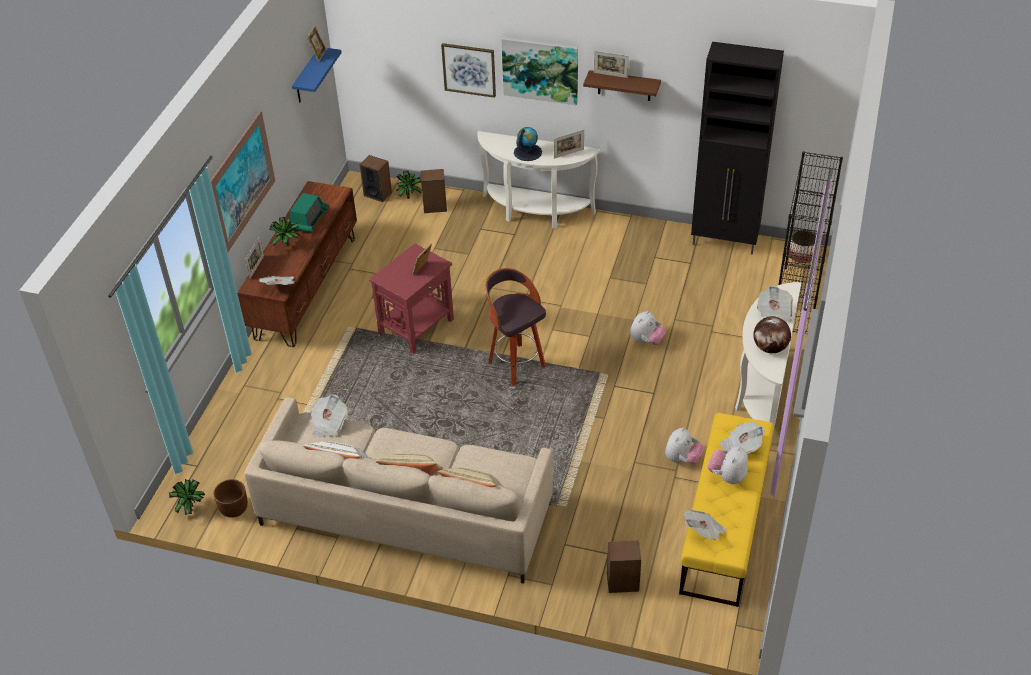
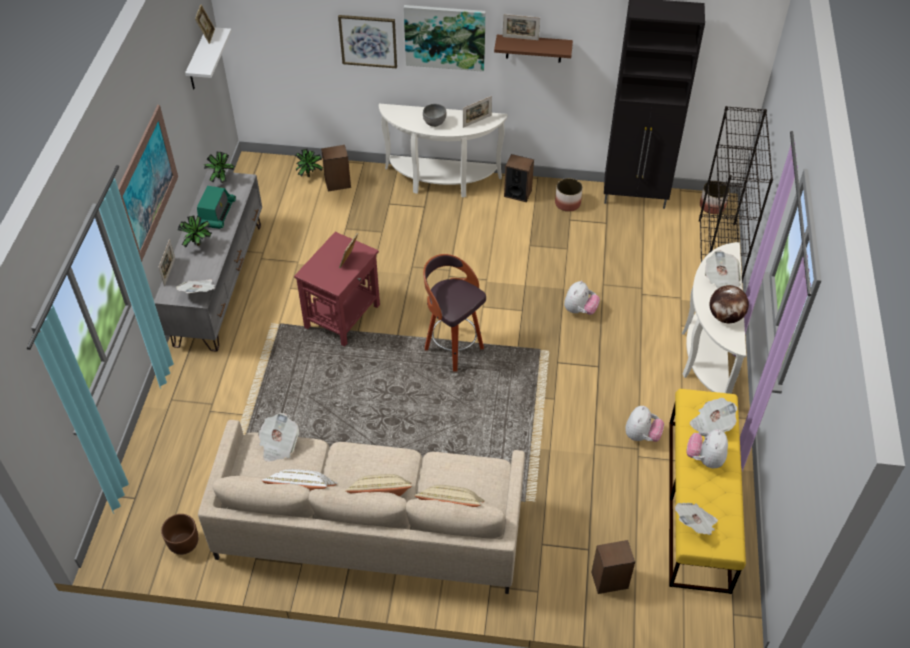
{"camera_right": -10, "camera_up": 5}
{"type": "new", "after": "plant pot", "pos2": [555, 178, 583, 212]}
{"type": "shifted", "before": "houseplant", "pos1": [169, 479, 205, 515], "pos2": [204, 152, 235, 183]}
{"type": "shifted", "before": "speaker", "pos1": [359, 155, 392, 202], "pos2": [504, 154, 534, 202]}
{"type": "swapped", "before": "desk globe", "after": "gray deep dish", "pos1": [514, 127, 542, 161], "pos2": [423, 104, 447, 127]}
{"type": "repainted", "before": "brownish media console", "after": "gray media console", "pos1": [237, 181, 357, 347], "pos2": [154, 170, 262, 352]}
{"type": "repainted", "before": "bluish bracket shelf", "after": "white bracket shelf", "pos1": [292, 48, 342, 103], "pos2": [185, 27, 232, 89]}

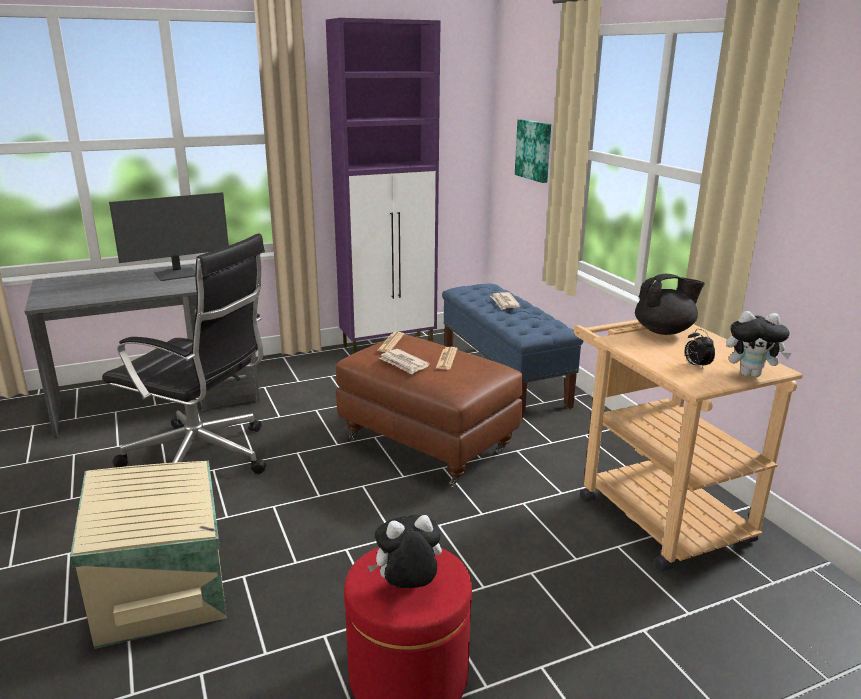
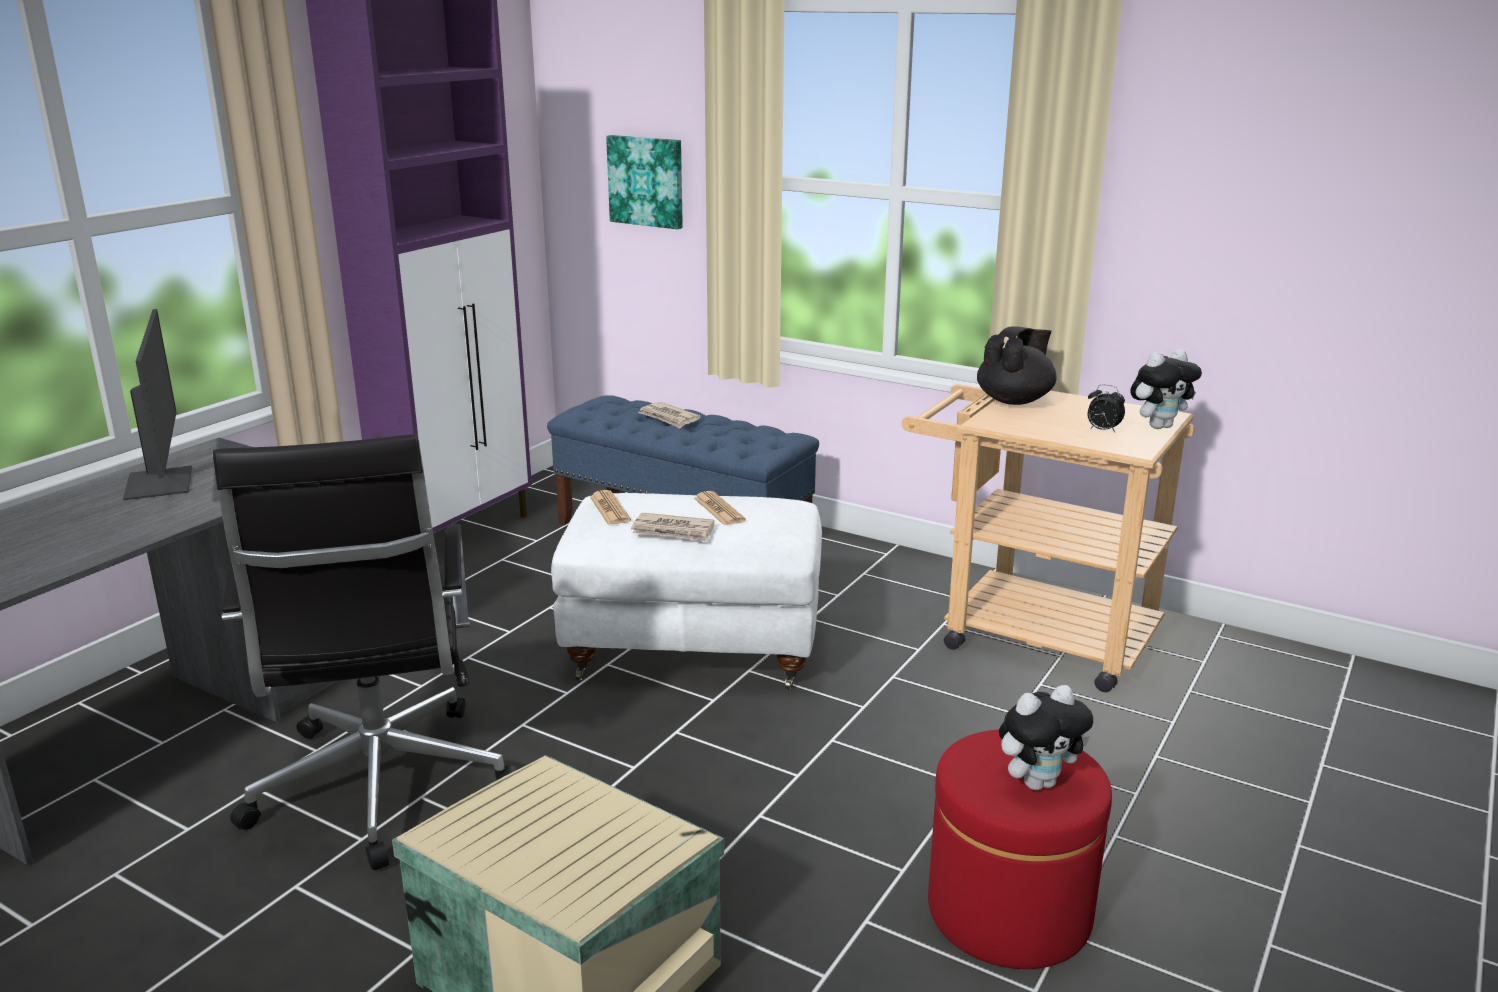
{"camera_right": -35, "camera_up": 0}
{"type": "repainted", "before": "brownish footrest", "after": "white footrest", "pos1": [336, 335, 523, 487], "pos2": [551, 493, 822, 689]}
{"type": "rotated", "before": "blackish desk chair", "pos1": [102, 233, 266, 474], "pos2": [212, 434, 518, 870], "turn": 90}
{"type": "rotated", "before": "monitor", "pos1": [109, 192, 229, 281], "pos2": [123, 309, 192, 500], "turn": -45}
{"type": "rotated", "before": "plush toy", "pos1": [367, 515, 442, 588], "pos2": [999, 685, 1093, 790], "turn": -150}

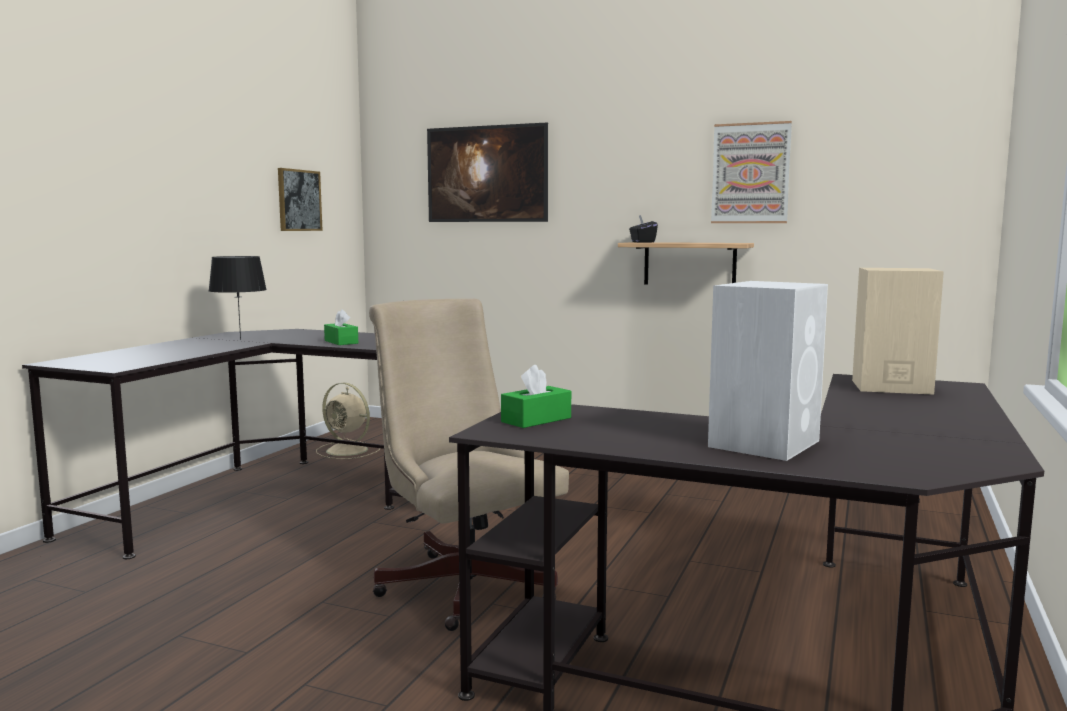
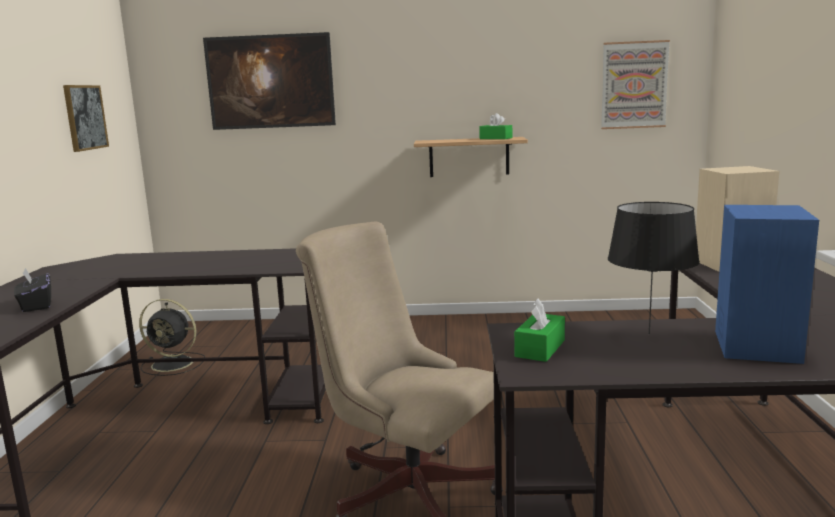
{"camera_right": -20, "camera_up": 5}
{"type": "shifted", "before": "blackish table lamp", "pos1": [208, 256, 267, 340], "pos2": [608, 202, 700, 334]}
{"type": "shifted", "before": "green-coloured tissue box", "pos1": [324, 309, 358, 345], "pos2": [479, 113, 512, 139]}
{"type": "shifted", "before": "blackish tissue box", "pos1": [629, 216, 658, 242], "pos2": [14, 268, 51, 312]}
{"type": "shifted", "before": "wall picture", "pos1": [711, 121, 792, 223], "pos2": [601, 40, 670, 129]}
{"type": "repainted", "before": "beige fan", "after": "blackish fan", "pos1": [316, 382, 380, 459], "pos2": [139, 299, 205, 376]}
{"type": "repainted", "before": "white speaker", "after": "bluish speaker", "pos1": [708, 281, 828, 461], "pos2": [715, 205, 819, 364]}

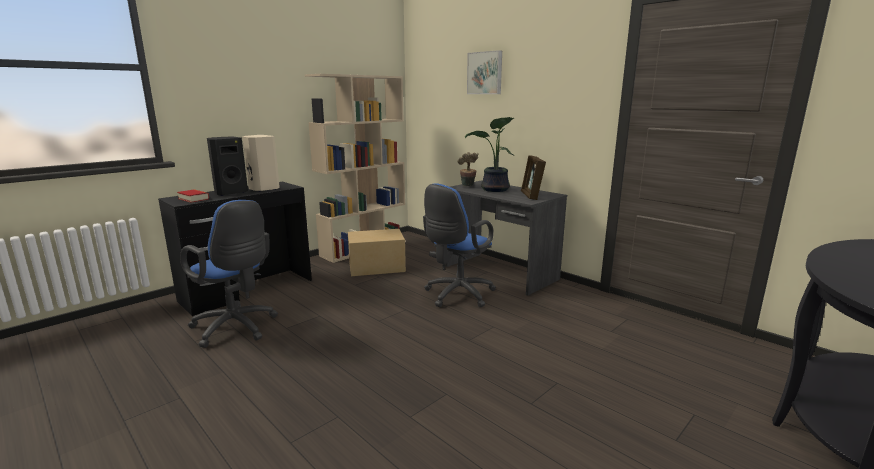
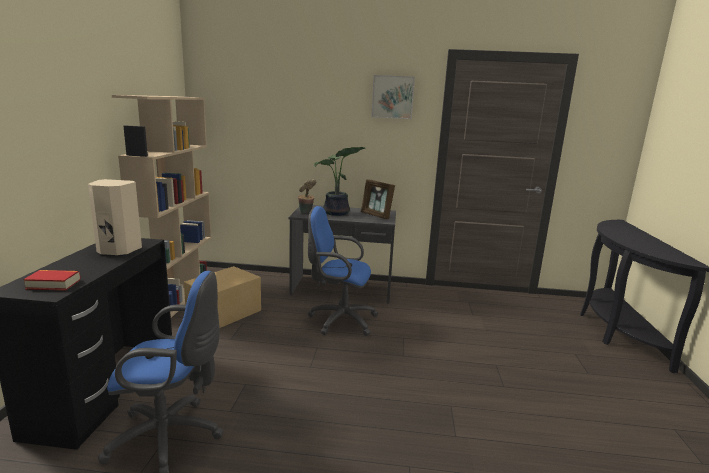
{"camera_right": -40, "camera_up": 0}
{"type": "gone", "before": "blackish speaker", "pos1": [207, 137, 248, 196]}
{"type": "shifted", "before": "wall picture", "pos1": [467, 50, 502, 94], "pos2": [371, 75, 415, 119]}
{"type": "rotated", "before": "bluish desk chair", "pos1": [423, 183, 496, 307], "pos2": [308, 206, 378, 336], "turn": 105}

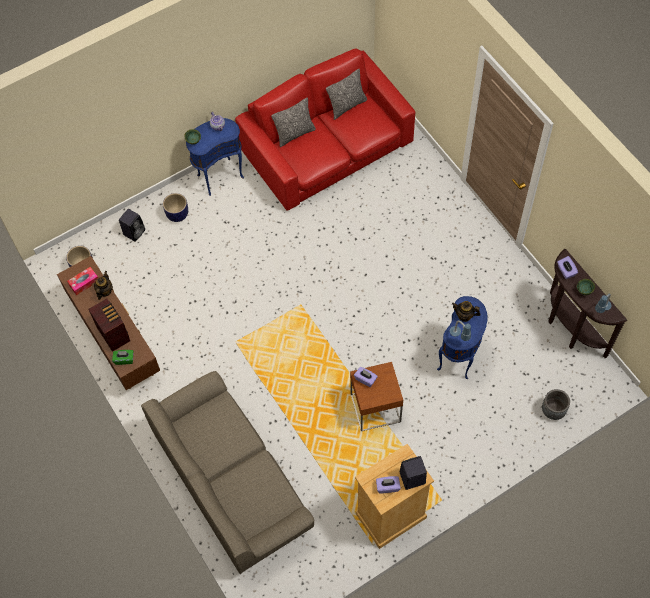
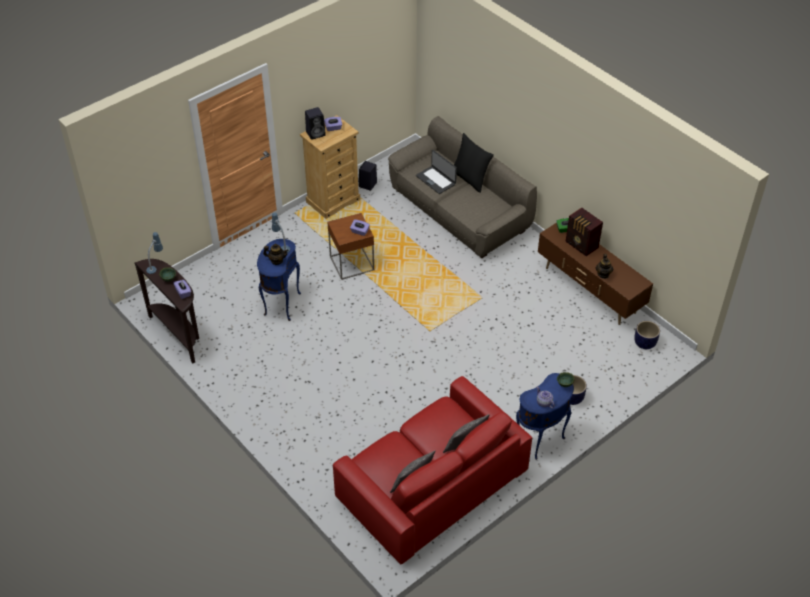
{"camera_right": 170, "camera_up": -15}
{"type": "gone", "before": "tissue box", "pos1": [67, 267, 98, 295]}
{"type": "gone", "before": "gray plant pot", "pos1": [542, 389, 570, 420]}
{"type": "new", "after": "notebook computer", "pos2": [416, 150, 457, 194]}
{"type": "new", "after": "blackish cushion", "pos2": [454, 133, 494, 193]}
{"type": "shifted", "before": "blackish speaker", "pos1": [119, 209, 145, 242], "pos2": [358, 161, 377, 191]}

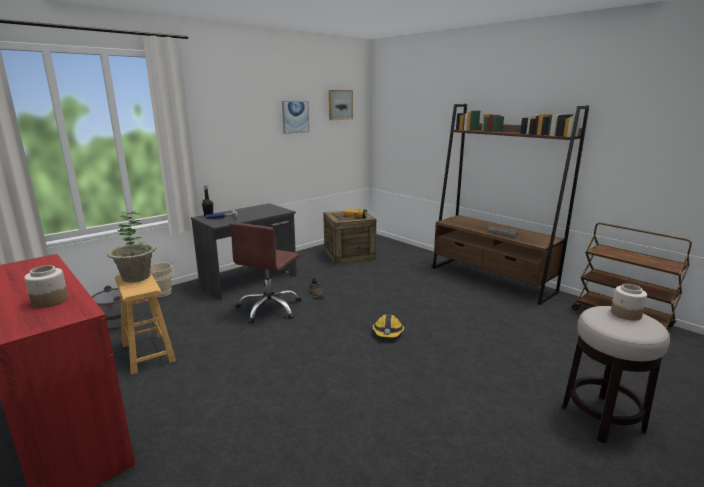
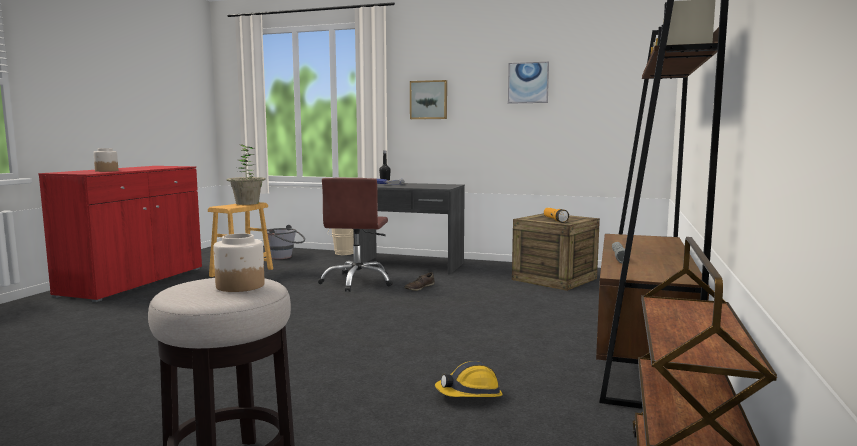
{"camera_right": 60, "camera_up": -10}
{"type": "shifted", "before": "wall picture", "pos1": [329, 90, 353, 120], "pos2": [410, 80, 447, 119]}
{"type": "shifted", "before": "safety helmet", "pos1": [372, 314, 404, 338], "pos2": [435, 361, 503, 397]}
{"type": "rotated", "before": "brownish desk chair", "pos1": [229, 222, 301, 324], "pos2": [318, 178, 393, 292], "turn": -75}

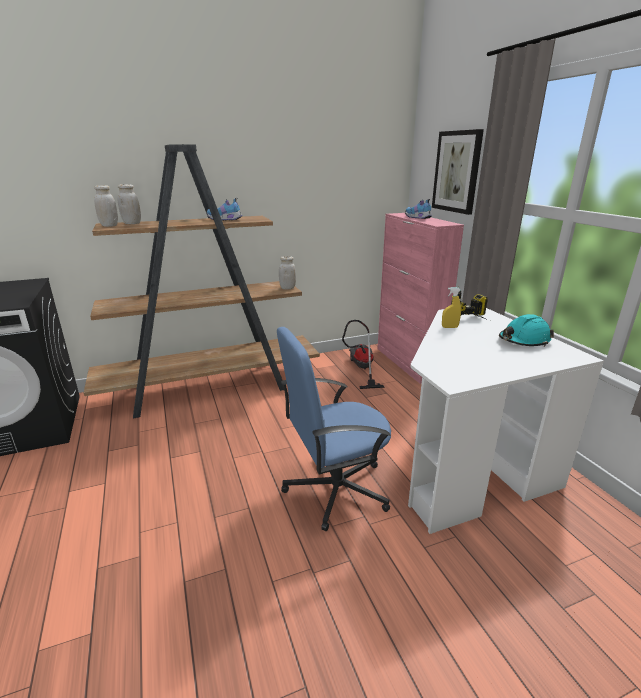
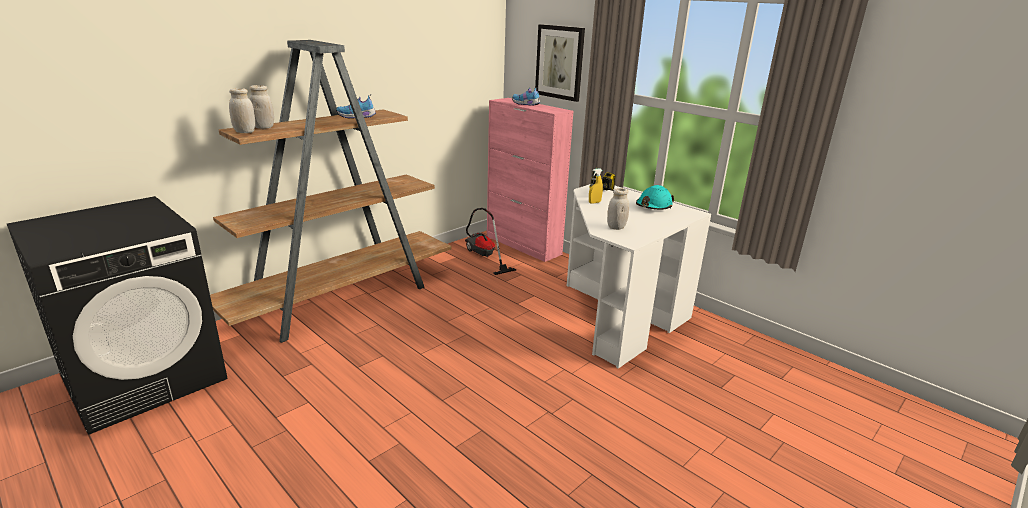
{"camera_right": -25, "camera_up": 0}
{"type": "gone", "before": "bluish desk chair", "pos1": [277, 327, 391, 531]}
{"type": "shifted", "before": "white storage jar", "pos1": [279, 256, 296, 290], "pos2": [607, 188, 629, 230]}

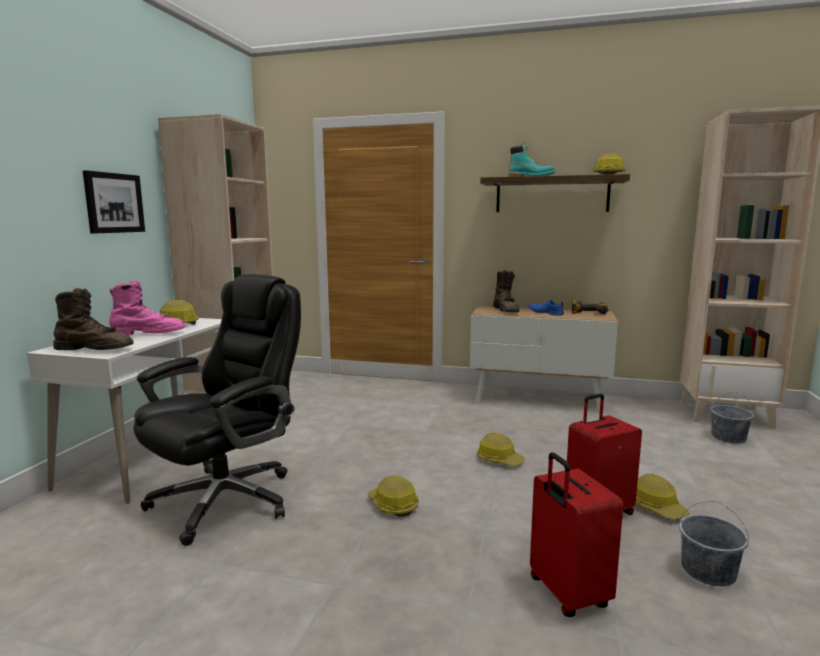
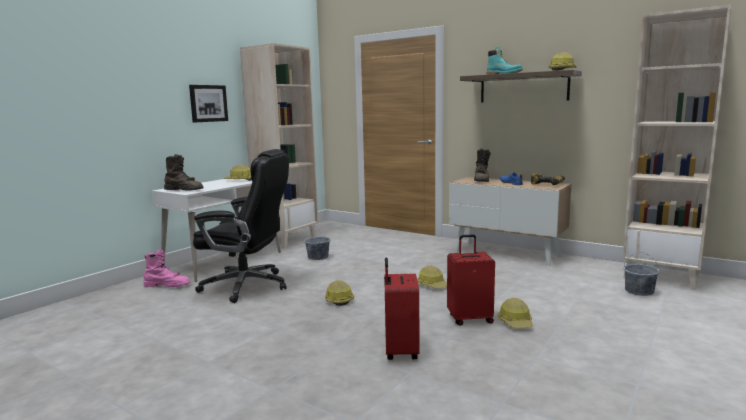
{"camera_right": 20, "camera_up": 0}
{"type": "shifted", "before": "pink-coloured high-top boot", "pos1": [109, 280, 185, 336], "pos2": [144, 250, 191, 287]}
{"type": "shifted", "before": "gray water bucket", "pos1": [679, 501, 749, 586], "pos2": [304, 226, 331, 260]}
{"type": "rotated", "before": "blackish desk chair", "pos1": [133, 274, 301, 546], "pos2": [193, 149, 289, 303], "turn": 45}

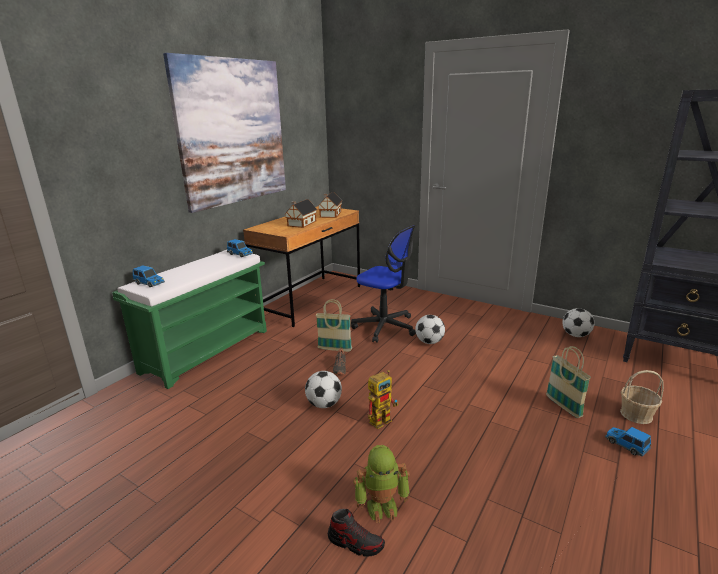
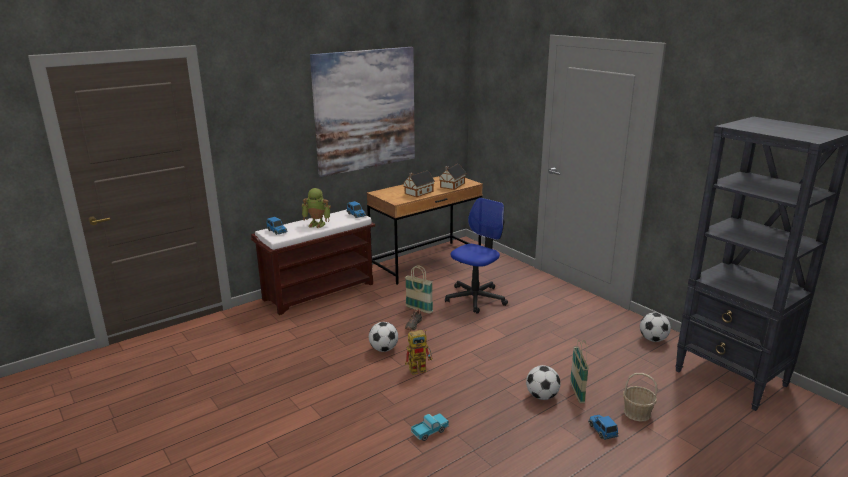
{"camera_right": 20, "camera_up": 0}
{"type": "gone", "before": "low shoe", "pos1": [328, 509, 385, 557]}
{"type": "new", "after": "toy truck", "pos2": [411, 413, 449, 441]}
{"type": "shifted", "before": "toy robot", "pos1": [353, 445, 410, 523], "pos2": [302, 188, 331, 228]}
{"type": "shifted", "before": "football", "pos1": [415, 315, 445, 344], "pos2": [526, 365, 560, 400]}
{"type": "repainted", "before": "green-coloured indoor bench", "after": "brownish indoor bench", "pos1": [112, 250, 267, 389], "pos2": [251, 209, 375, 315]}
{"type": "rotated", "before": "desk chair", "pos1": [351, 225, 416, 343], "pos2": [445, 198, 508, 314], "turn": -105}

